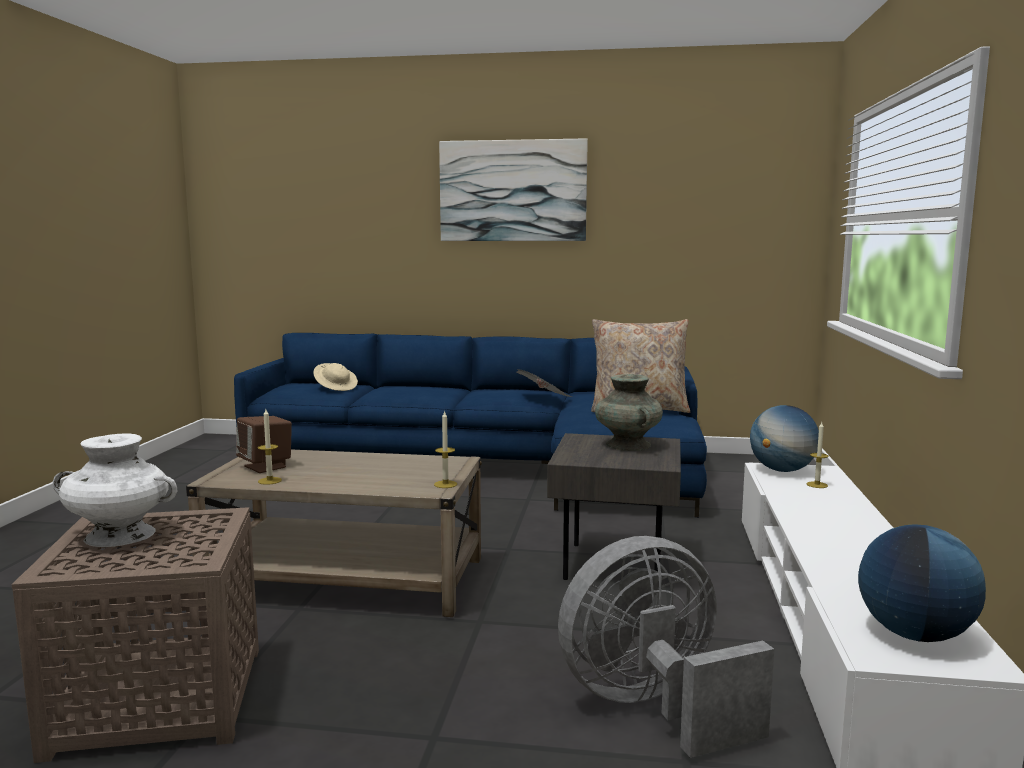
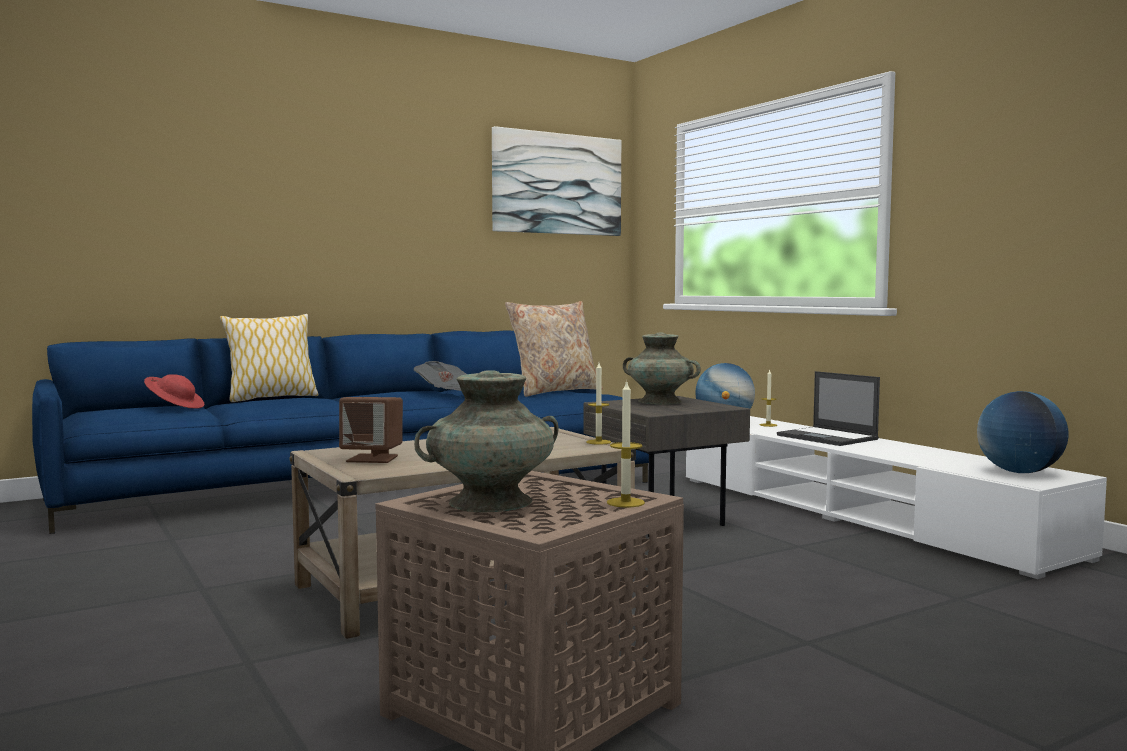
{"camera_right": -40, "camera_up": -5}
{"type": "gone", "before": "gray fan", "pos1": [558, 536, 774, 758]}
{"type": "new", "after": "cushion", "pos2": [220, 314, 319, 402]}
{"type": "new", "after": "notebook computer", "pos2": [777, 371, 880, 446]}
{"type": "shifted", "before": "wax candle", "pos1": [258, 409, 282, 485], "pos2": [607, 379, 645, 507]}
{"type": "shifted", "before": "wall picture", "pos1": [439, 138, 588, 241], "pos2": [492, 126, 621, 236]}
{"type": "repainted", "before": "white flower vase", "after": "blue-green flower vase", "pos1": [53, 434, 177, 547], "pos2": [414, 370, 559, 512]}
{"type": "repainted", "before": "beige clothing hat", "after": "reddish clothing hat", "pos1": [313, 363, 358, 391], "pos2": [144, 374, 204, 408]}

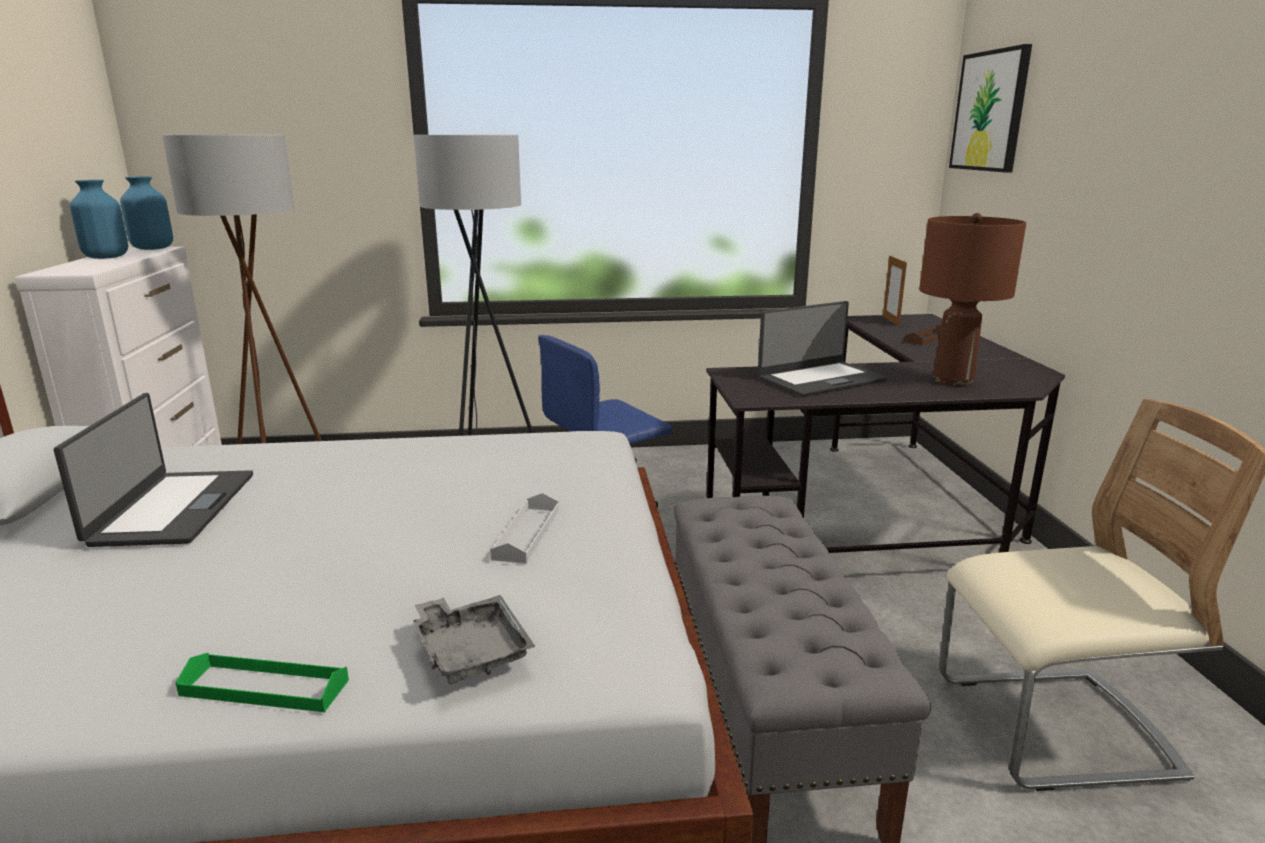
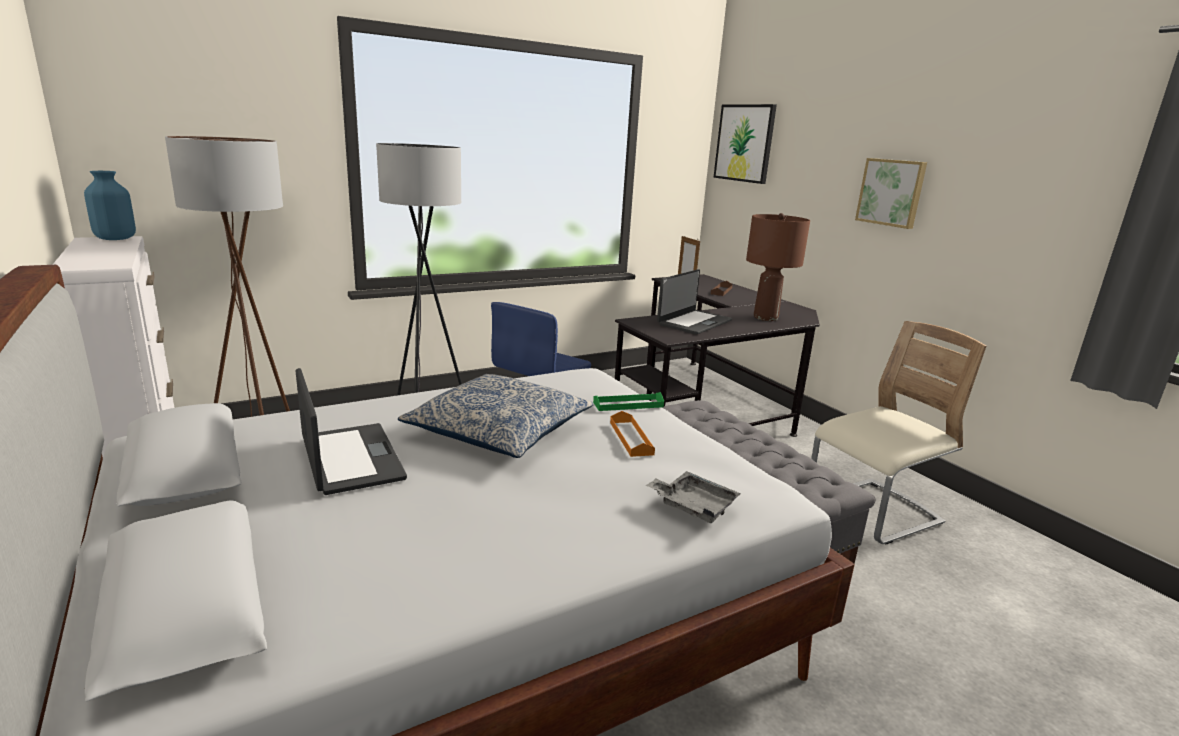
{"camera_right": -25, "camera_up": 0}
{"type": "gone", "before": "bluish flower vase", "pos1": [70, 180, 128, 259]}
{"type": "new", "after": "cushion", "pos2": [398, 374, 594, 458]}
{"type": "new", "after": "wall picture", "pos2": [855, 158, 927, 229]}
{"type": "shifted", "before": "green-coloured serving tray", "pos1": [175, 653, 349, 712], "pos2": [593, 392, 664, 411]}
{"type": "repainted", "before": "white serving tray", "after": "orange serving tray", "pos1": [490, 493, 559, 564], "pos2": [610, 411, 655, 457]}

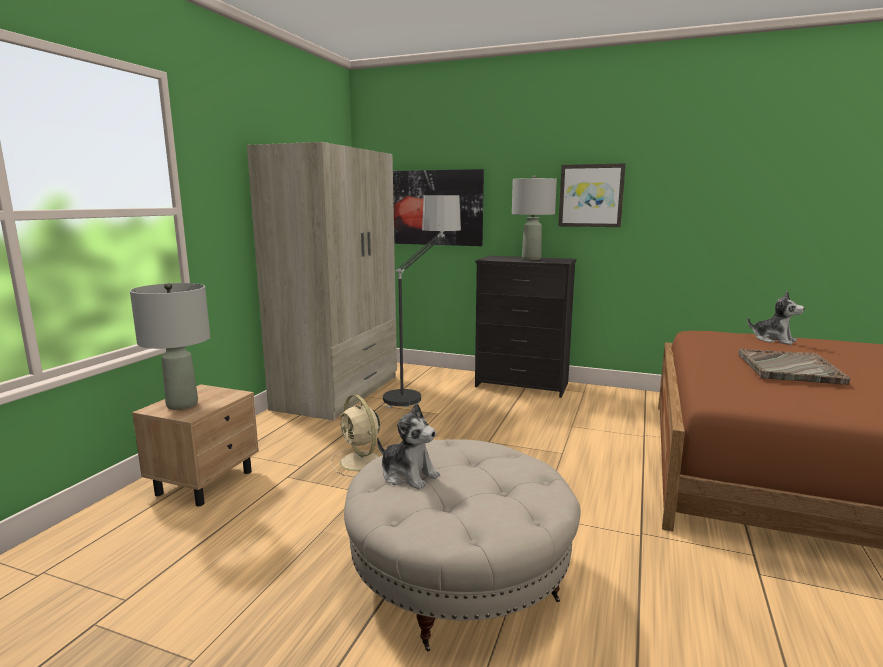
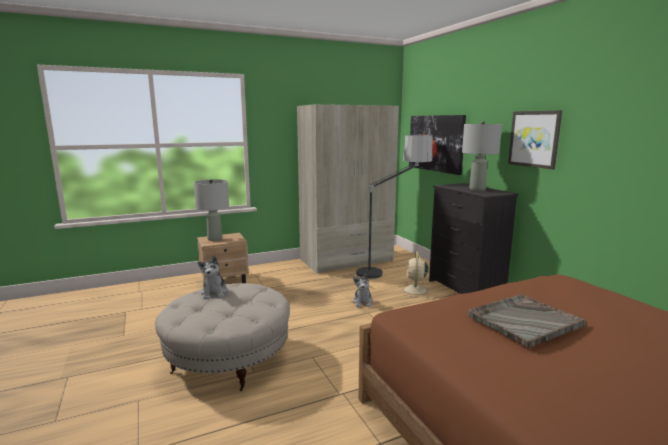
{"camera_right": 45, "camera_up": 0}
{"type": "shifted", "before": "beige fan", "pos1": [330, 395, 380, 477], "pos2": [398, 251, 433, 298]}
{"type": "shifted", "before": "plush toy", "pos1": [747, 291, 804, 345], "pos2": [353, 273, 373, 307]}

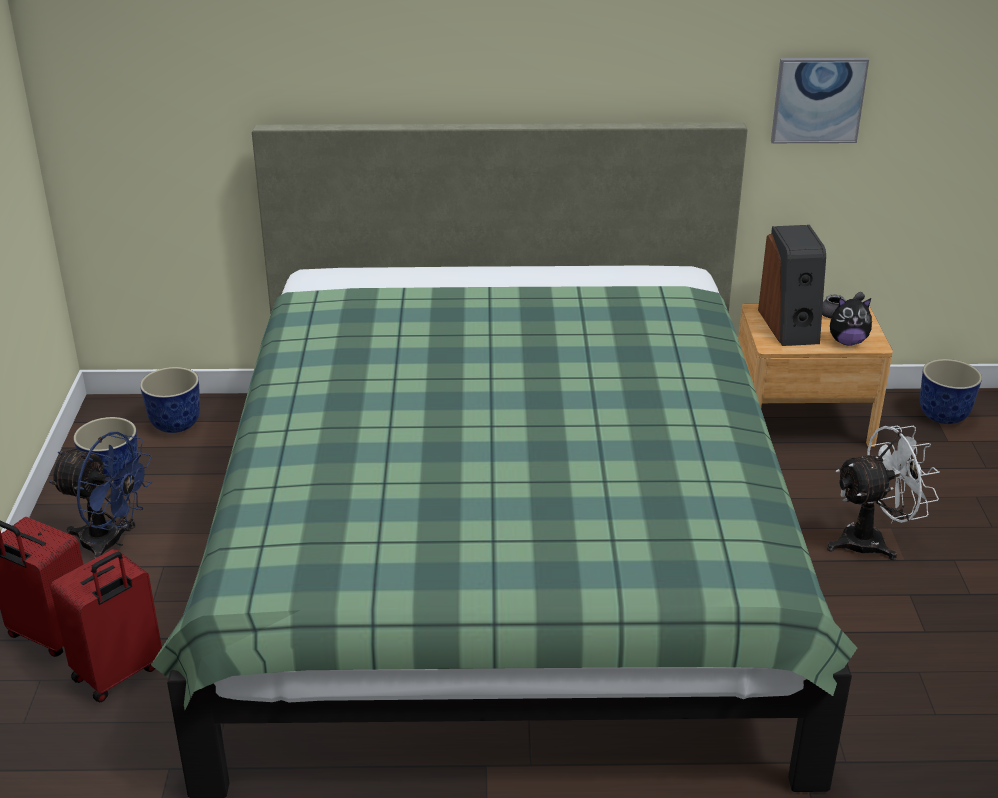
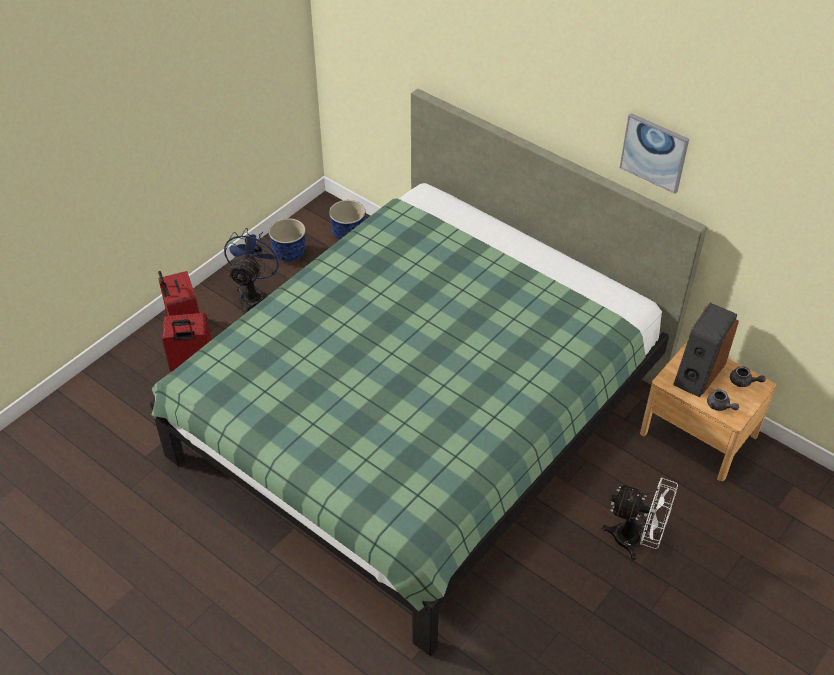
{"camera_right": 40, "camera_up": 15}
{"type": "gone", "before": "plant pot", "pos1": [920, 359, 982, 424]}
{"type": "shifted", "before": "wall picture", "pos1": [771, 58, 869, 143], "pos2": [620, 113, 689, 194]}
{"type": "swapped", "before": "plush toy", "after": "gray teapot", "pos1": [830, 298, 872, 346], "pos2": [707, 389, 739, 411]}
{"type": "rotated", "before": "bluish fan", "pos1": [49, 432, 152, 559], "pos2": [224, 228, 282, 315], "turn": -135}

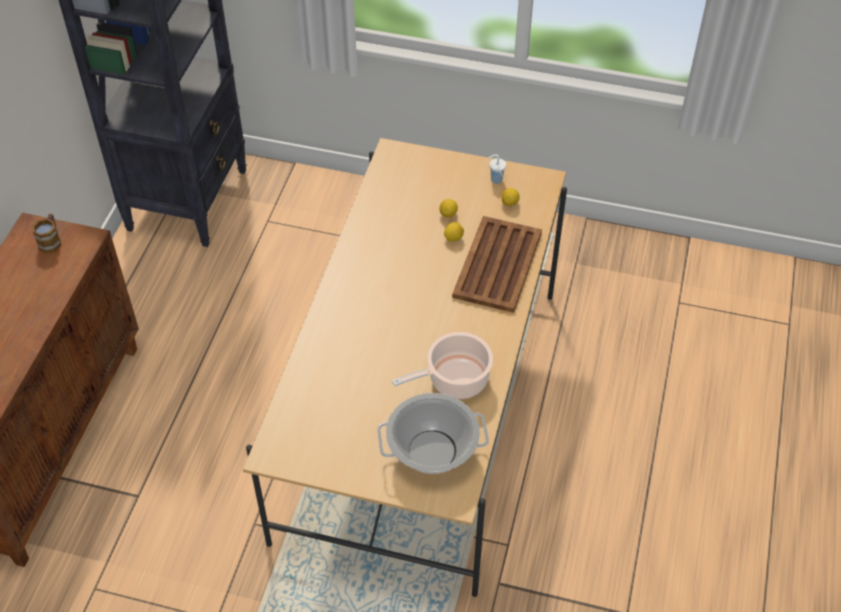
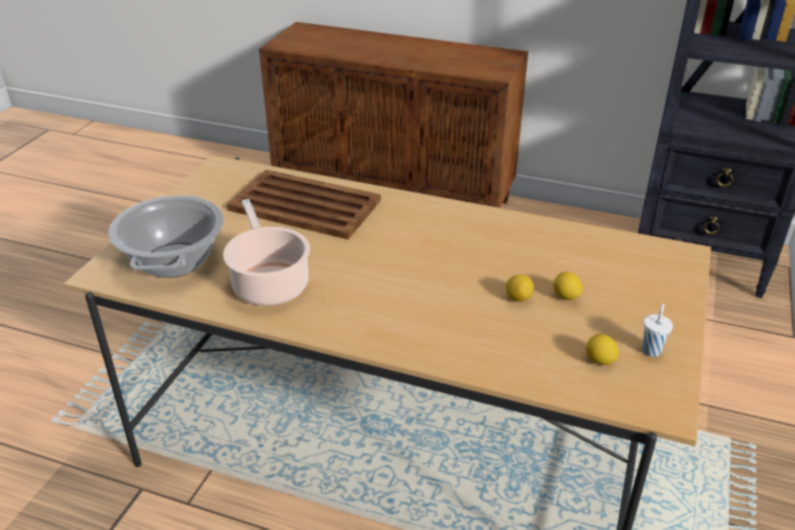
{"camera_right": 95, "camera_up": -15}
{"type": "gone", "before": "tea mug", "pos1": [32, 214, 61, 253]}
{"type": "shifted", "before": "brownish serving tray", "pos1": [452, 216, 542, 313], "pos2": [227, 170, 381, 239]}

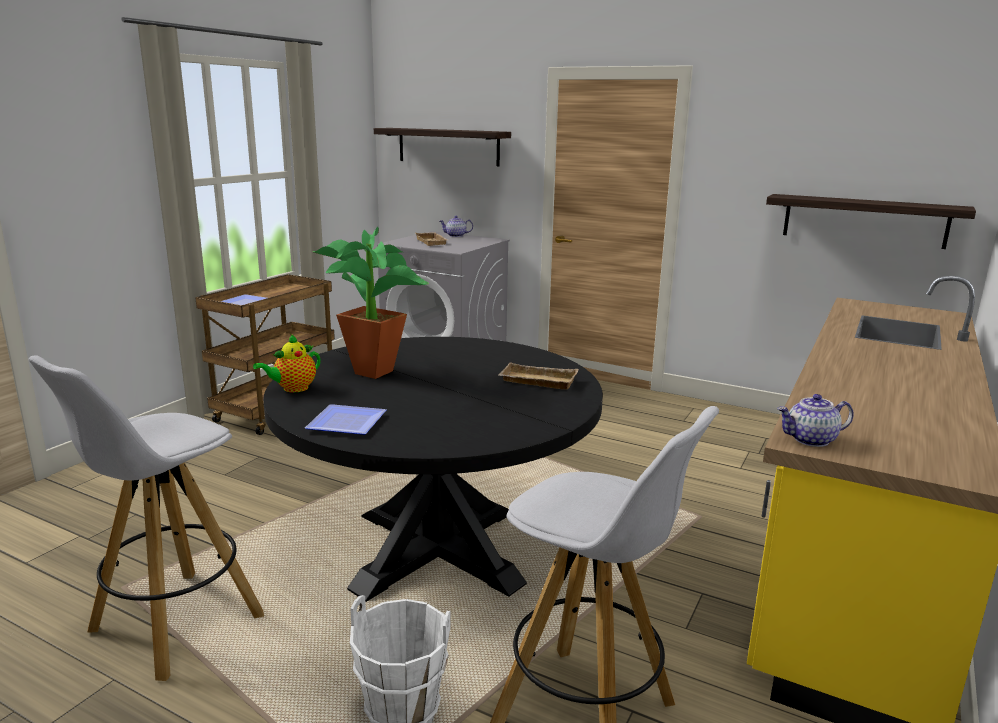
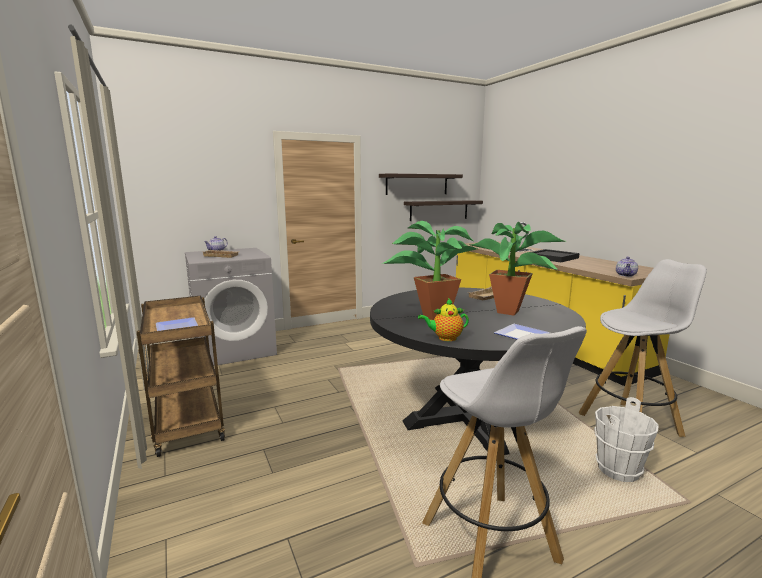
{"camera_right": -55, "camera_up": -5}
{"type": "new", "after": "houseplant", "pos2": [471, 222, 565, 316]}
{"type": "new", "after": "blackish serving tray", "pos2": [532, 249, 579, 262]}
{"type": "shifted", "before": "bracket shelf", "pos1": [374, 128, 511, 166], "pos2": [379, 173, 463, 195]}
{"type": "rotated", "before": "teapot", "pos1": [253, 334, 321, 392], "pos2": [418, 298, 469, 341], "turn": 90}

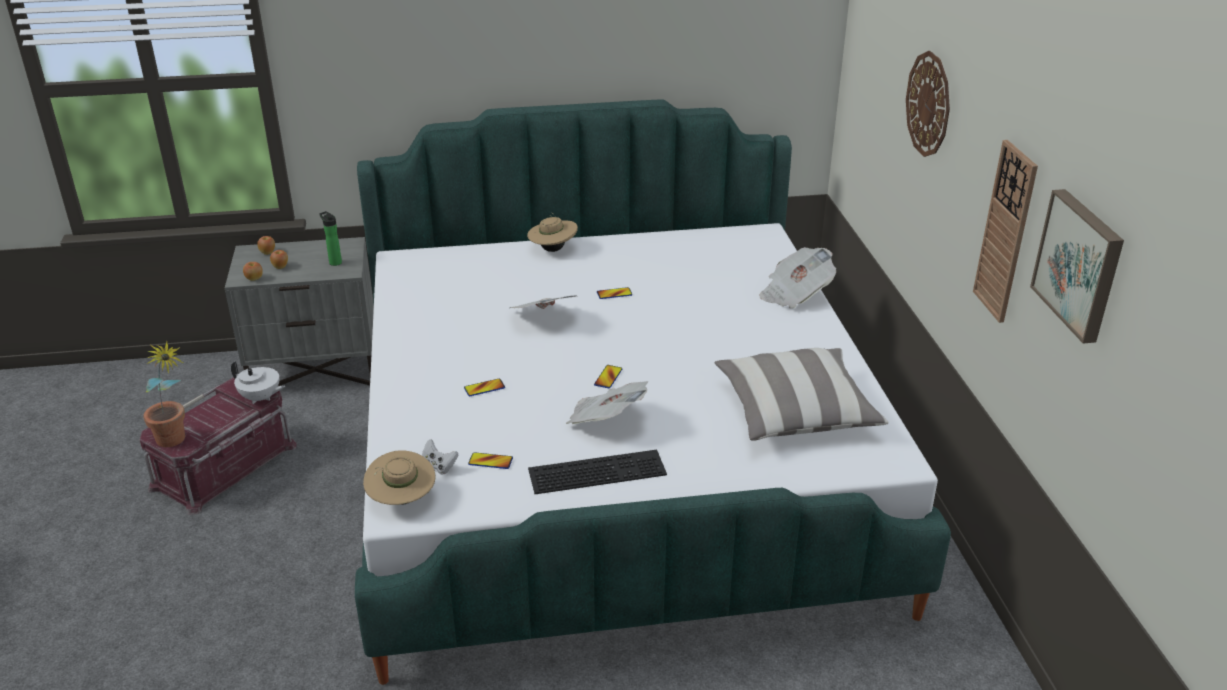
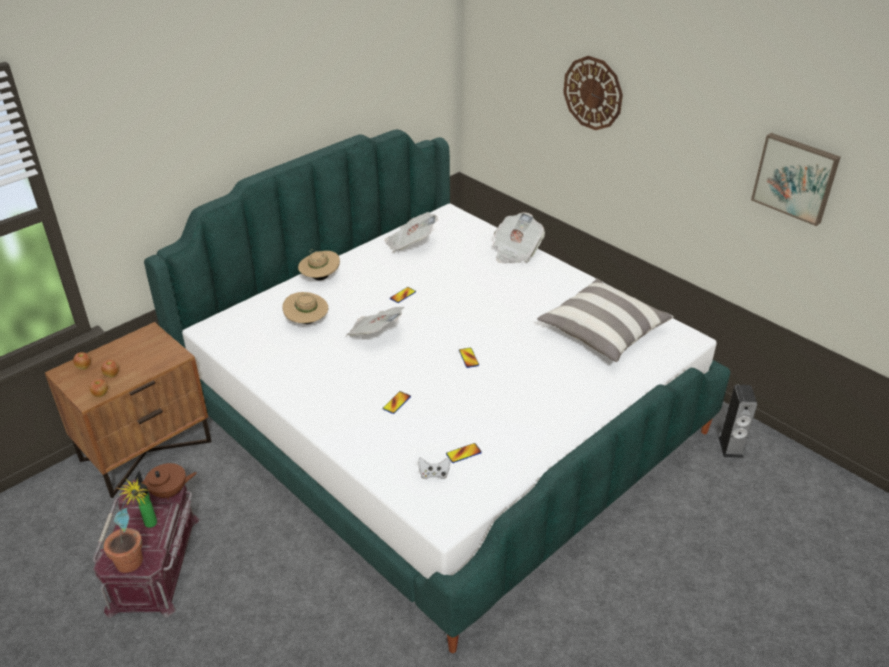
{"camera_right": -35, "camera_up": 5}
{"type": "gone", "before": "keyboard", "pos1": [528, 450, 667, 494]}
{"type": "gone", "before": "clock on the wall", "pos1": [973, 140, 1038, 323]}
{"type": "new", "after": "speaker", "pos2": [719, 385, 757, 458]}
{"type": "shifted", "before": "drink bottle", "pos1": [320, 211, 342, 266], "pos2": [128, 482, 157, 528]}
{"type": "shifted", "before": "beige clothing hat", "pos1": [363, 450, 435, 505], "pos2": [283, 292, 328, 324]}
{"type": "shifted", "before": "newspaper", "pos1": [566, 381, 648, 424], "pos2": [385, 212, 438, 252]}
{"type": "repainted", "before": "gray night table", "after": "brownish night table", "pos1": [225, 237, 374, 386], "pos2": [45, 322, 211, 498]}
{"type": "repainted", "before": "white teapot", "after": "brownish teapot", "pos1": [231, 361, 285, 404], "pos2": [135, 463, 197, 500]}

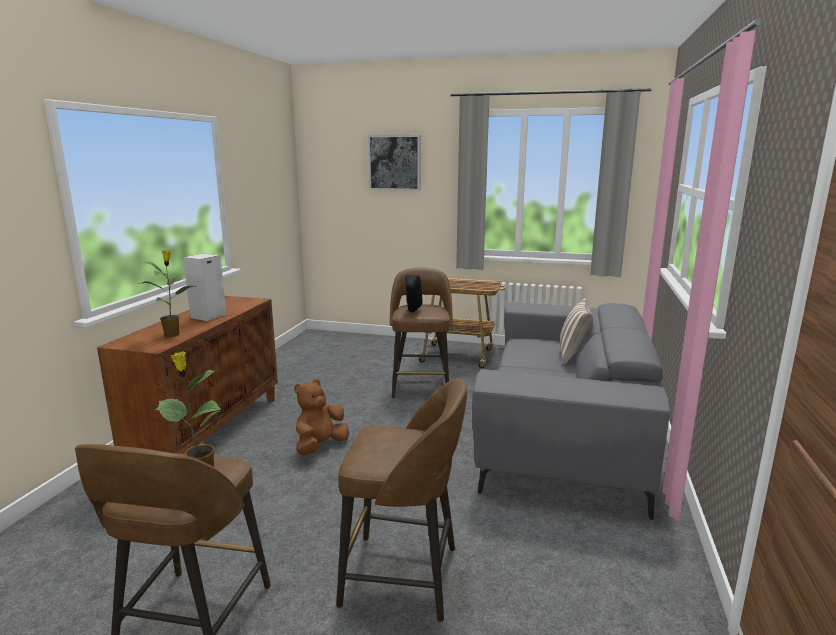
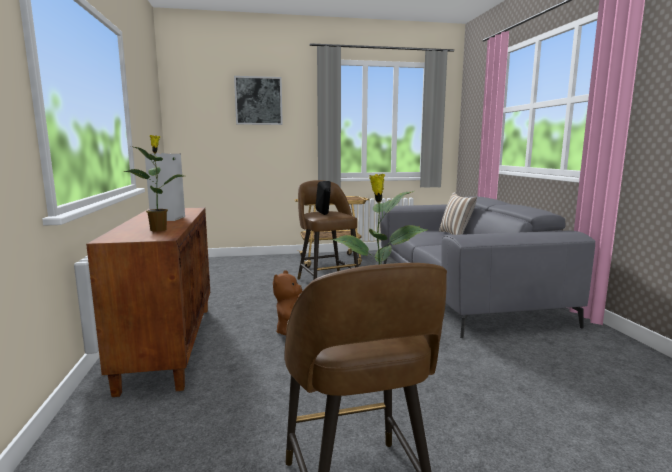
{"camera_right": -25, "camera_up": -5}
{"type": "gone", "before": "brownish stool", "pos1": [336, 378, 467, 622]}

